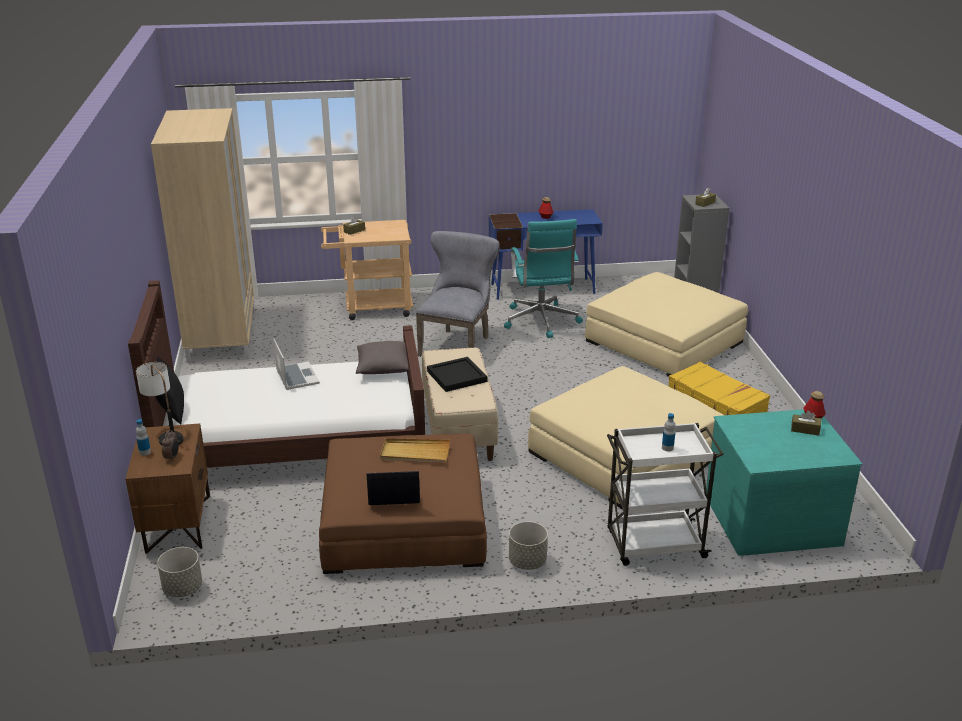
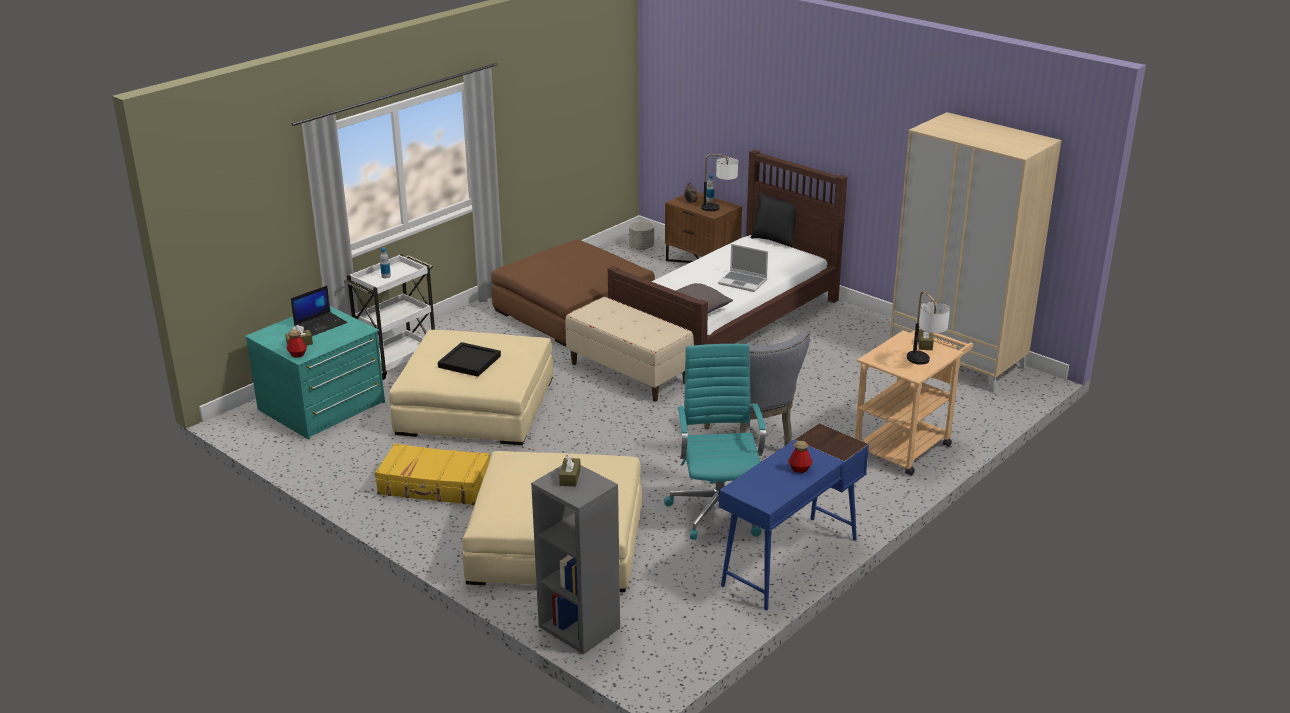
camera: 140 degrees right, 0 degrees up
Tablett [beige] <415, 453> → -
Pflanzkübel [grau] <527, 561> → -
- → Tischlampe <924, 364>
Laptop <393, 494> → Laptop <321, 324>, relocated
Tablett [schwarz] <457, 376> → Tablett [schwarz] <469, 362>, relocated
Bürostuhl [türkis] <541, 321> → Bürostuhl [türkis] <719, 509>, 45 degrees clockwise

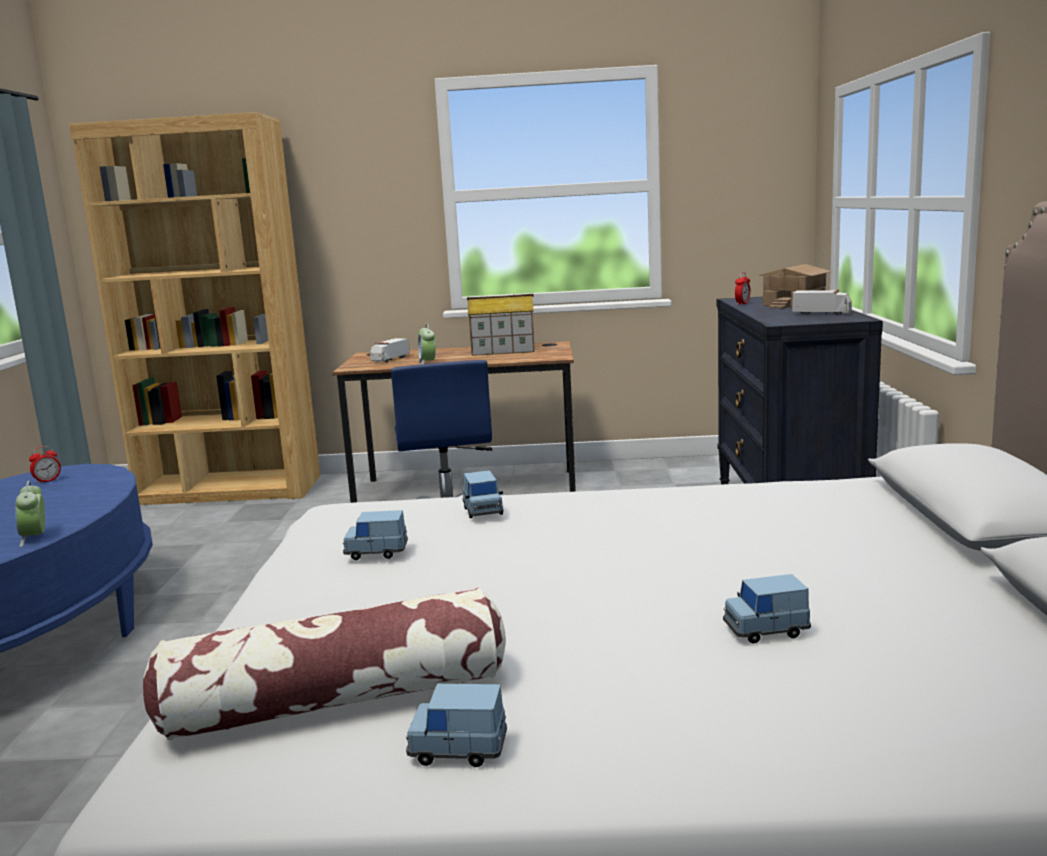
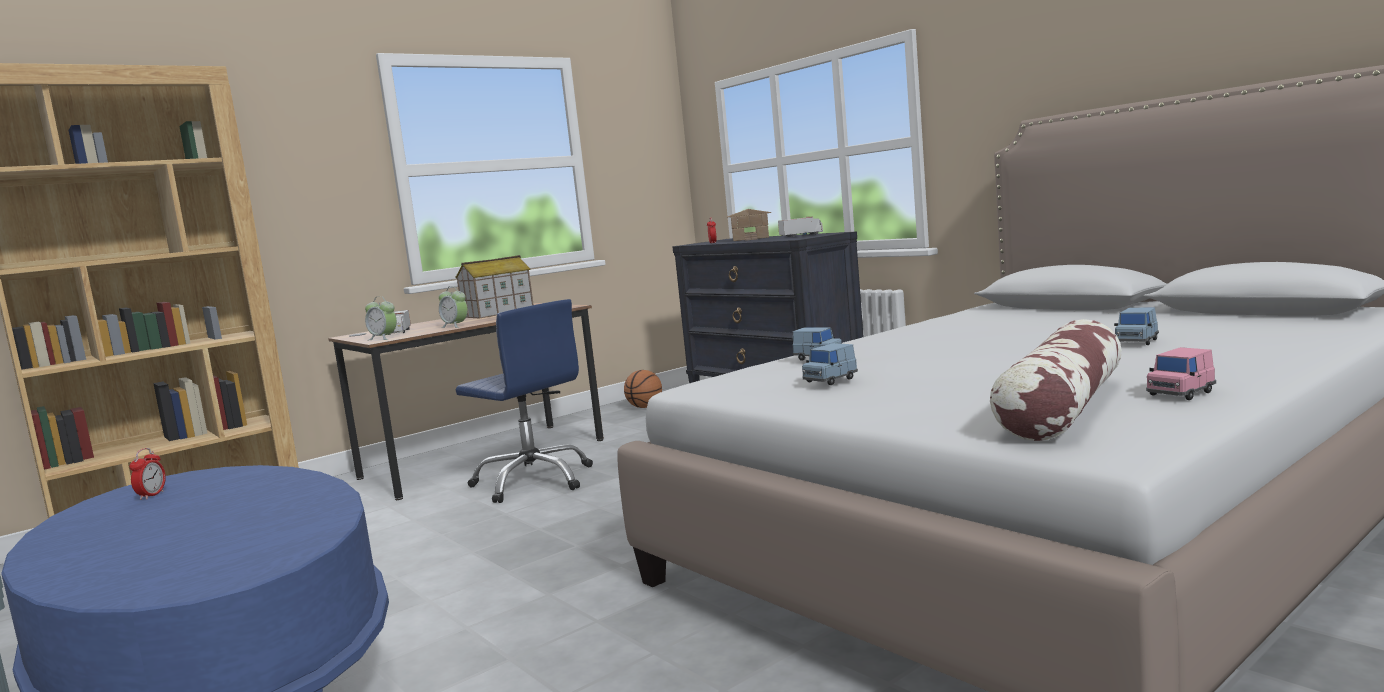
camera: 40 degrees left, 5 degrees down
- → Basketball <645, 407>
Wecker <35, 538> → Wecker <383, 338>, relocated
Spielzeugauto [blau] <458, 749> → Spielzeugauto [rosa] <1180, 394>

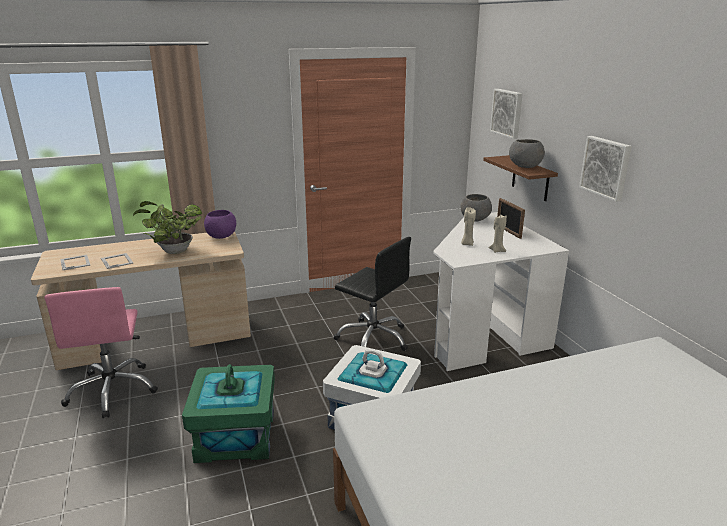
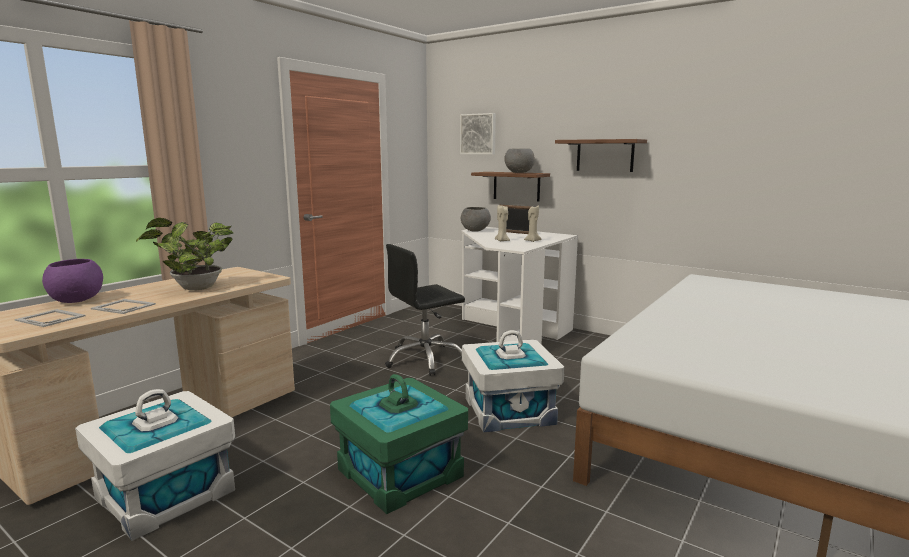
camera: 35 degrees left, 10 degrees down
Schüssel [lila] <221, 237> → Schüssel [lila] <77, 301>, relocated
Bürostuhl [rosa] <113, 390> → Aufbewahrungsbox [weiß] <165, 494>
Bild <606, 167> → Wandregal [braun] <605, 155>
Bürostuhl [schwarz] <373, 338> → Bürostuhl [schwarz] <425, 359>, 150 degrees clockwise

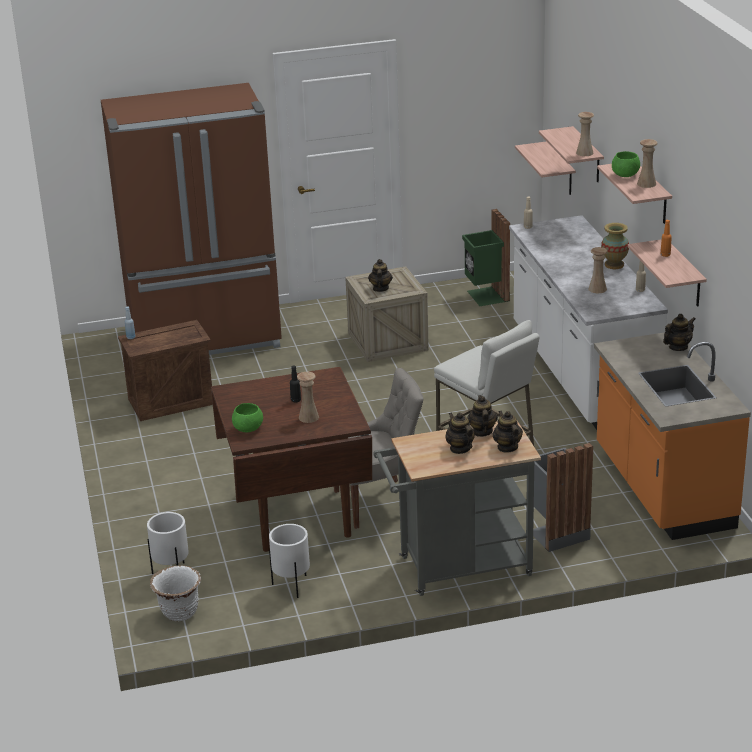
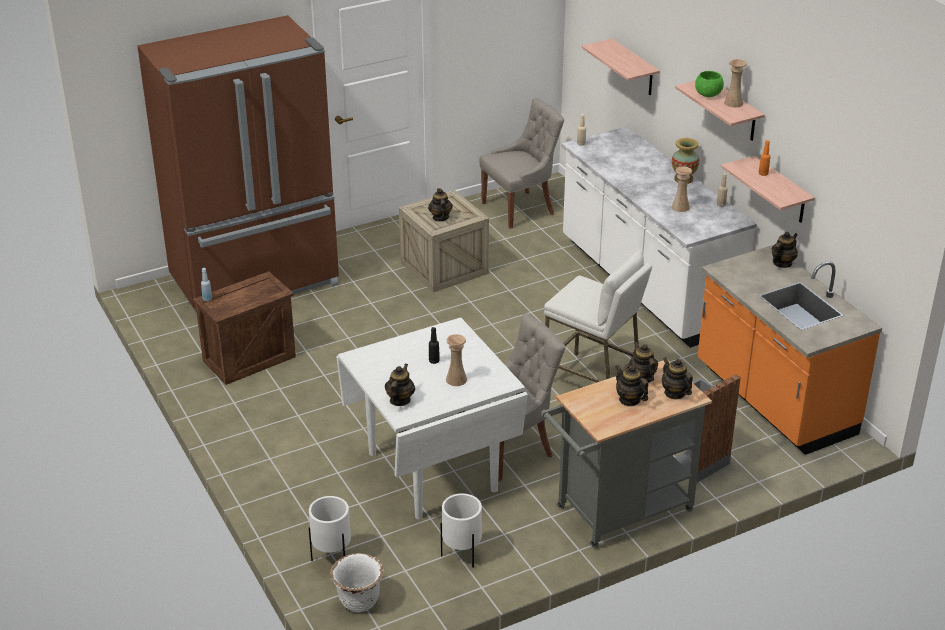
camera: 15 degrees left, 5 degrees up
Wandregal <561, 169> → -
Vase [beige] <584, 153> → -
Schüssel [grün] <248, 429> → Teekanne <399, 400>
Mülleimer [grün] <486, 296> → Stuhl [grau] <520, 208>
Esstisch [braun] <295, 513> → Esstisch [weiß] <431, 472>

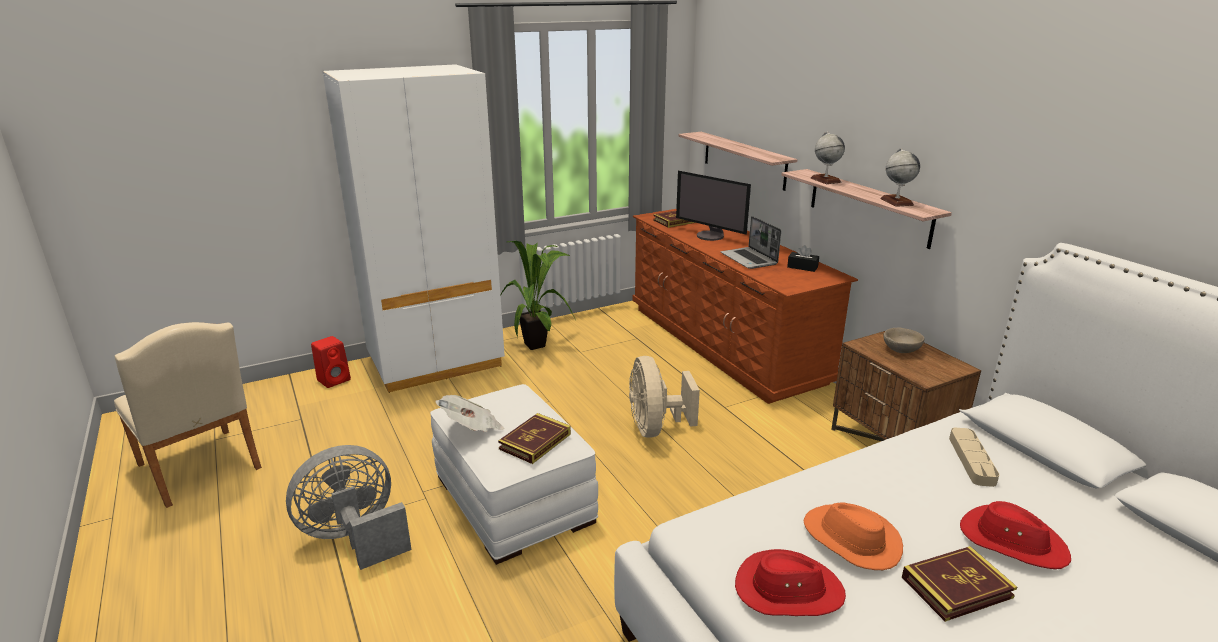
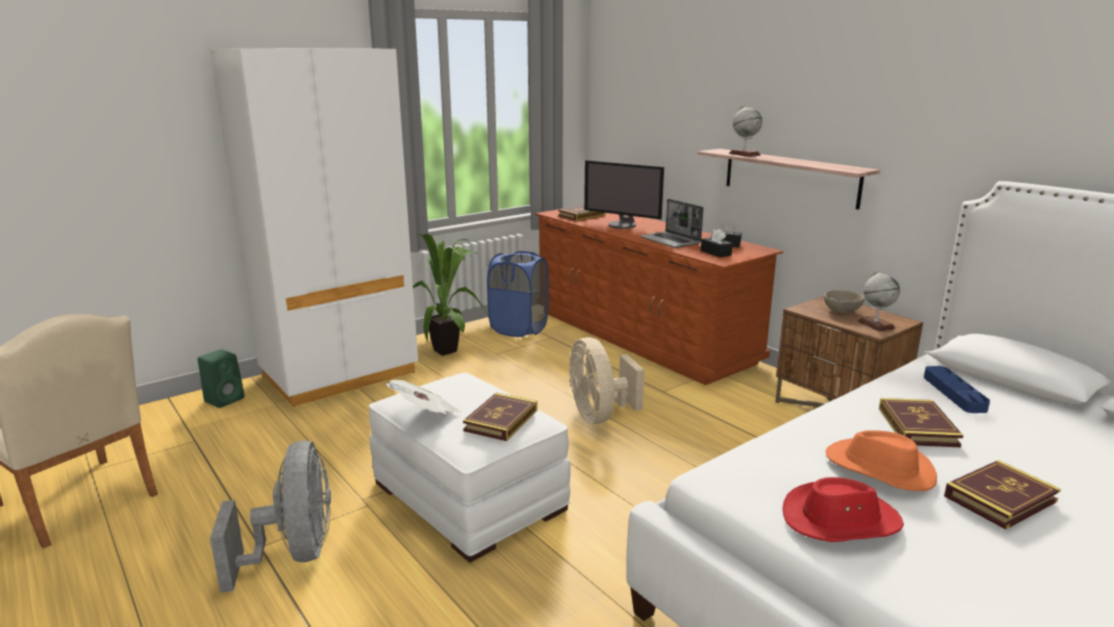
camera: 10 degrees left, 5 degrees down
Wandregal <744, 160> → -
Hut [rot] <1012, 541> → -
- → Wäschekorb [blau] <519, 329>
- → Taschentuchbox [schwarz] <715, 253>
- → Buch <917, 427>
Globus <896, 202> → Globus <875, 325>, relocated
Lautsprecher [rot] <334, 379> → Lautsprecher [grün] <225, 399>
Tablett [beige] <971, 460> → Tablett [blau] <954, 393>
Ventilator [grau] <355, 538> → Ventilator [grau] <294, 554>, 120 degrees clockwise

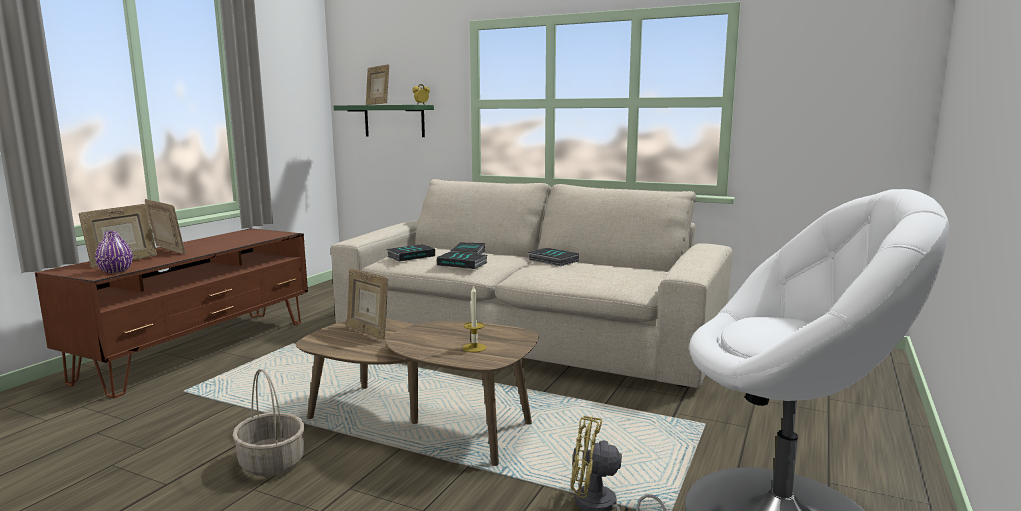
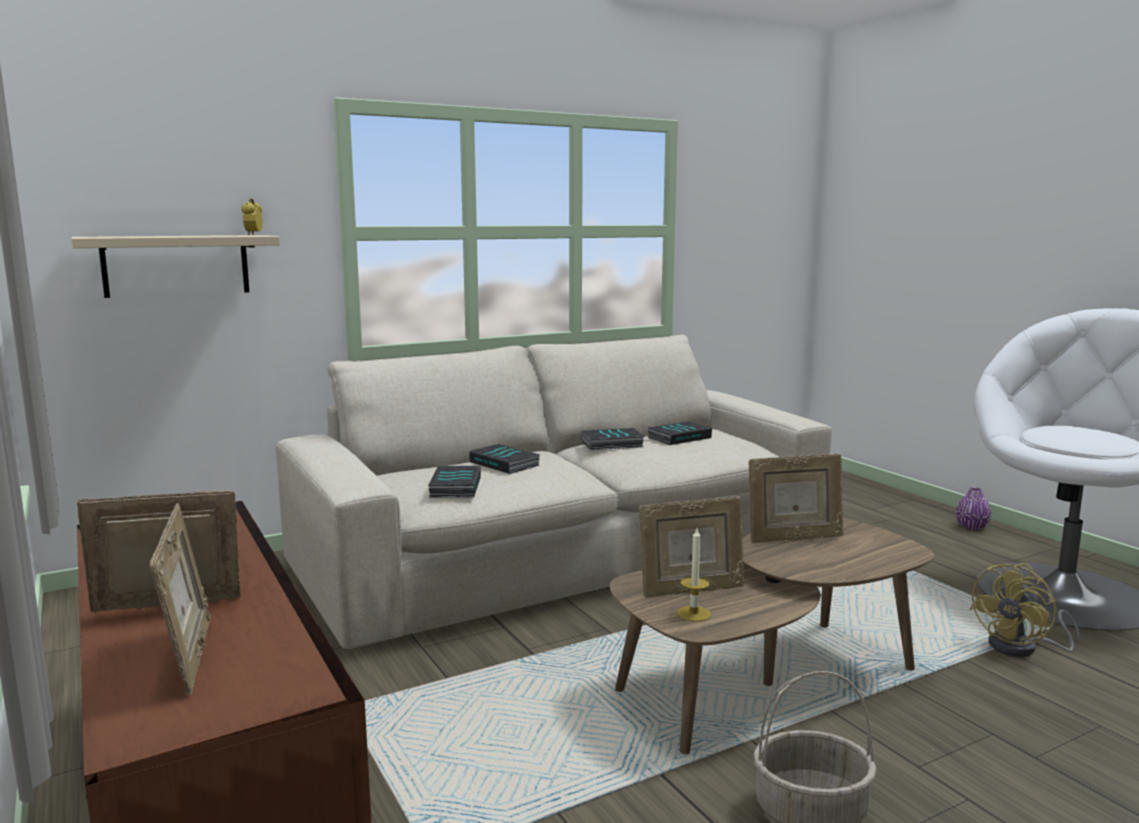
camera: 55 degrees left, 0 degrees up
Vase [lila] <116, 271> → Vase [lila] <972, 527>, relocated
Bilderrahmen <378, 105> → Bilderrahmen <794, 538>, relocated
Buch <463, 264> → Buch <679, 437>, relocated
Kerze <474, 348> → Kerze <694, 613>, relocated
Wandregal [grün] <394, 121> → Wandregal [beige] <176, 265>

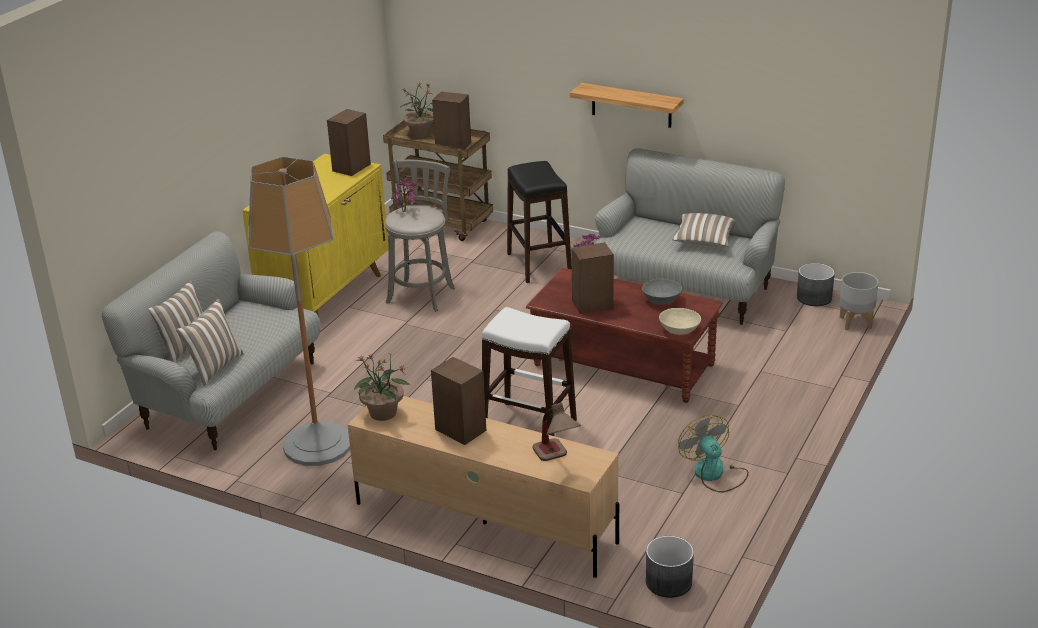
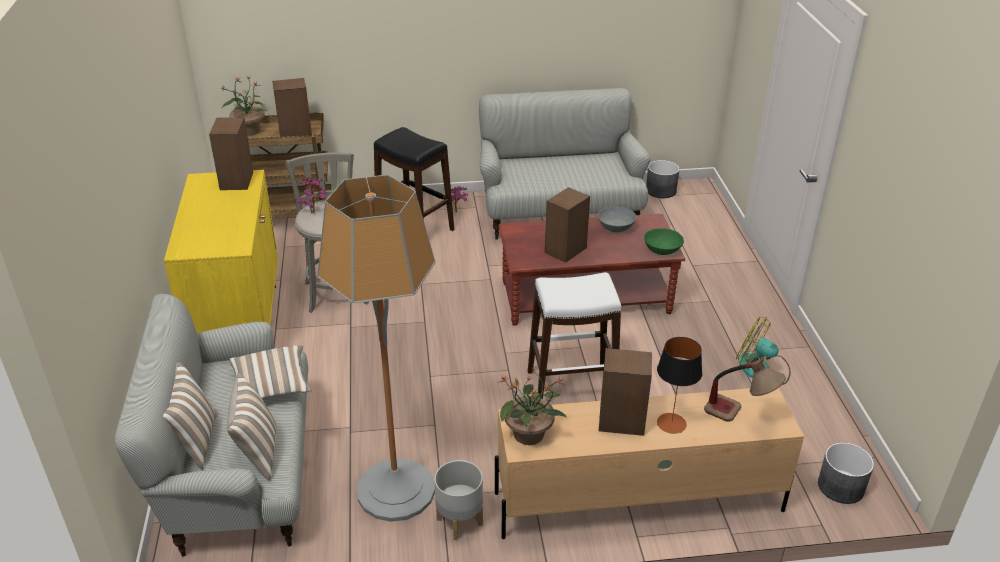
camera: 35 degrees left, 5 degrees up
Wandregal <631, 105> → -
- → Tischlampe <671, 423>
Kissen <704, 241> → Kissen <272, 386>, relocated
Pflanzkübel [grau] <855, 322> → Pflanzkübel [grau] <460, 521>, relocated
Schüssel [beige] <679, 330> → Schüssel [grün] <662, 250>

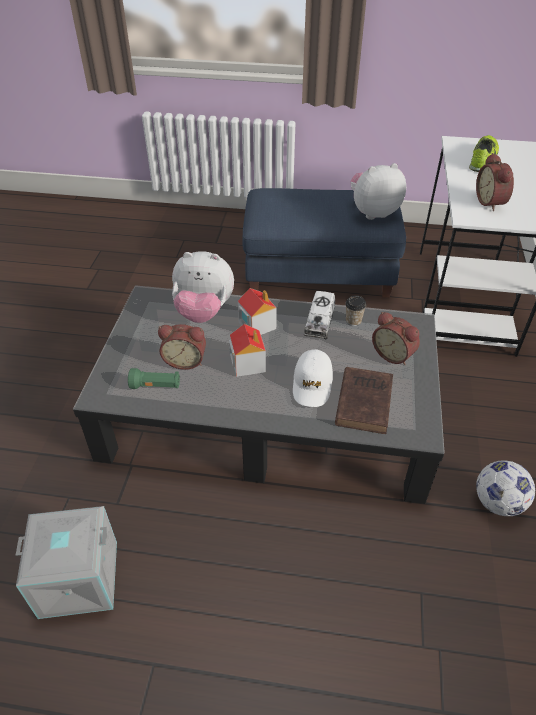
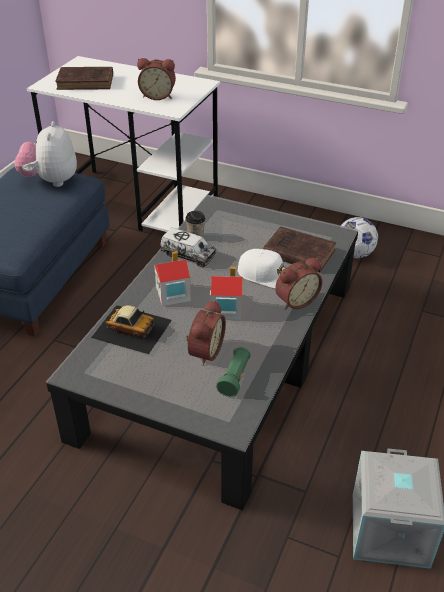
camera: 75 degrees left, 5 degrees down
Wecker <394, 354> → Wecker <295, 300>, relocated
Plüschtier <204, 312> → Spielzeugauto <131, 328>
Schuh <482, 159> → Buch [braun] <87, 82>

